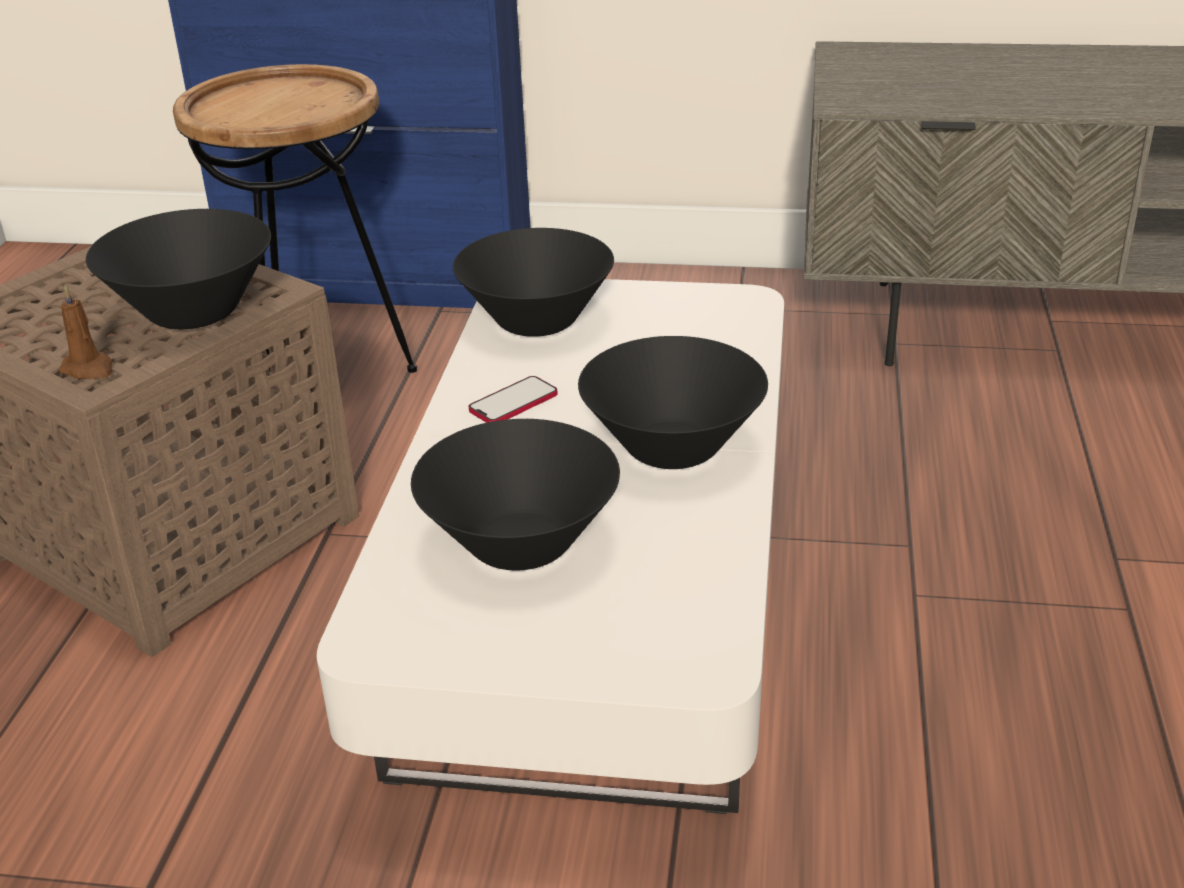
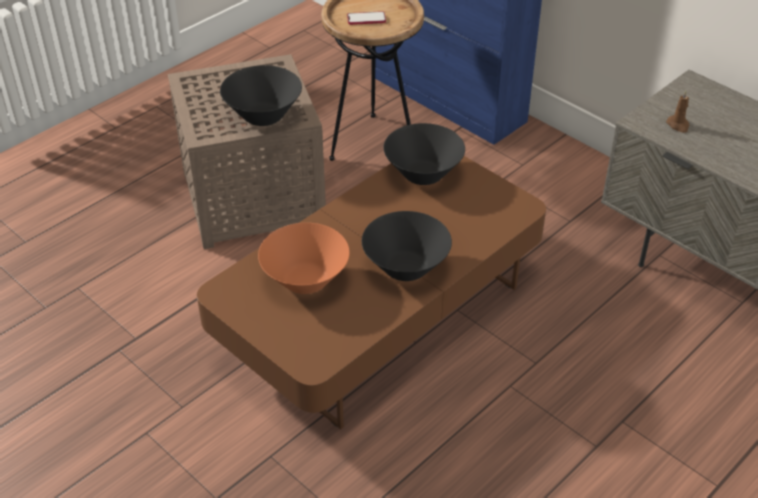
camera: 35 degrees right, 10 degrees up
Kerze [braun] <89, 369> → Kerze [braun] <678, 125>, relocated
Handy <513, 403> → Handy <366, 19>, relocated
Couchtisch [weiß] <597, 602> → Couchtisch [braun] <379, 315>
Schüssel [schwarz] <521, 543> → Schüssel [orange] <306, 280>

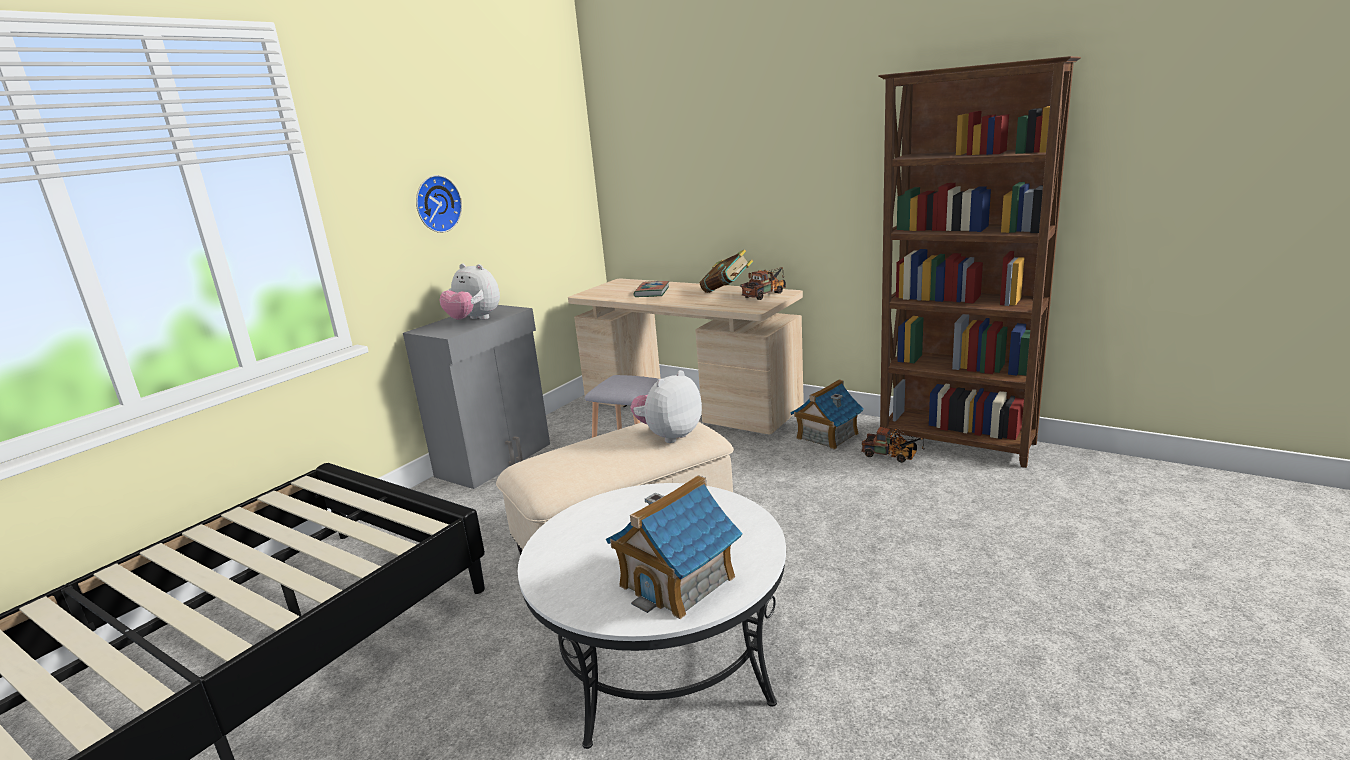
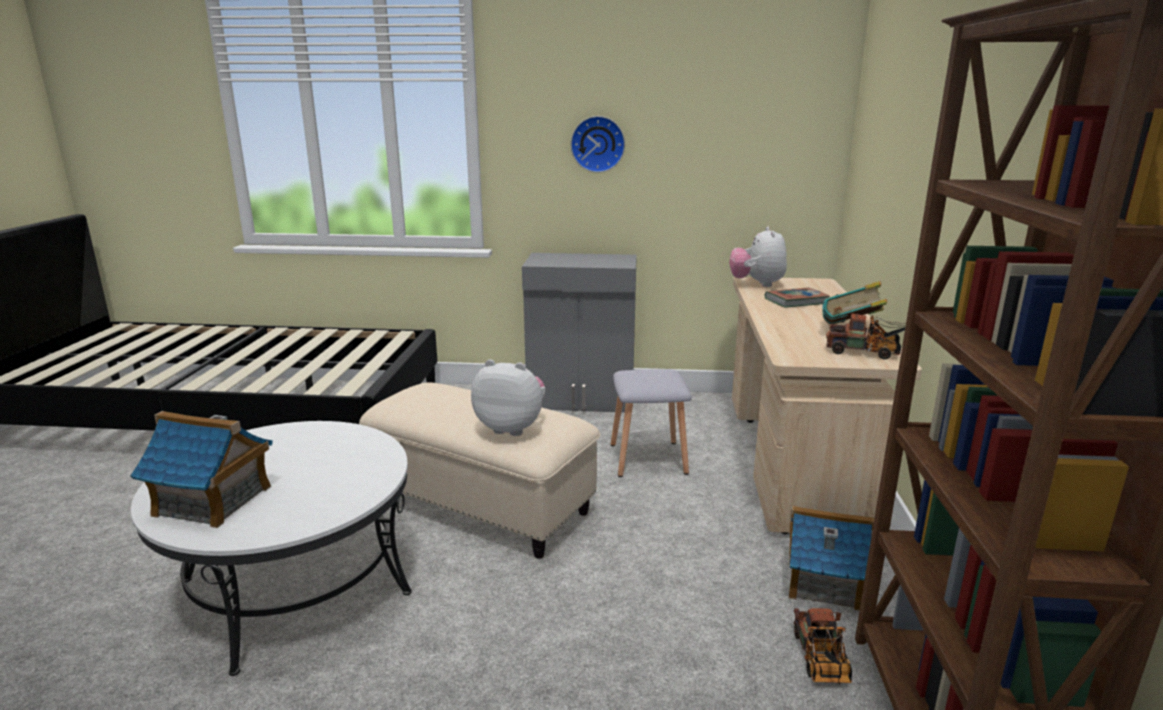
camera: 60 degrees right, 0 degrees up
Plüschtier <474, 320> → Plüschtier <757, 284>, relocated

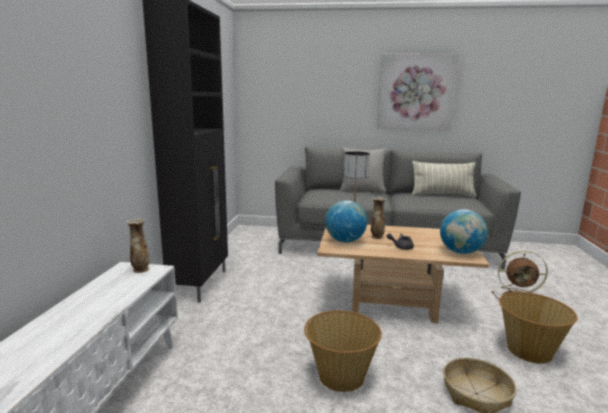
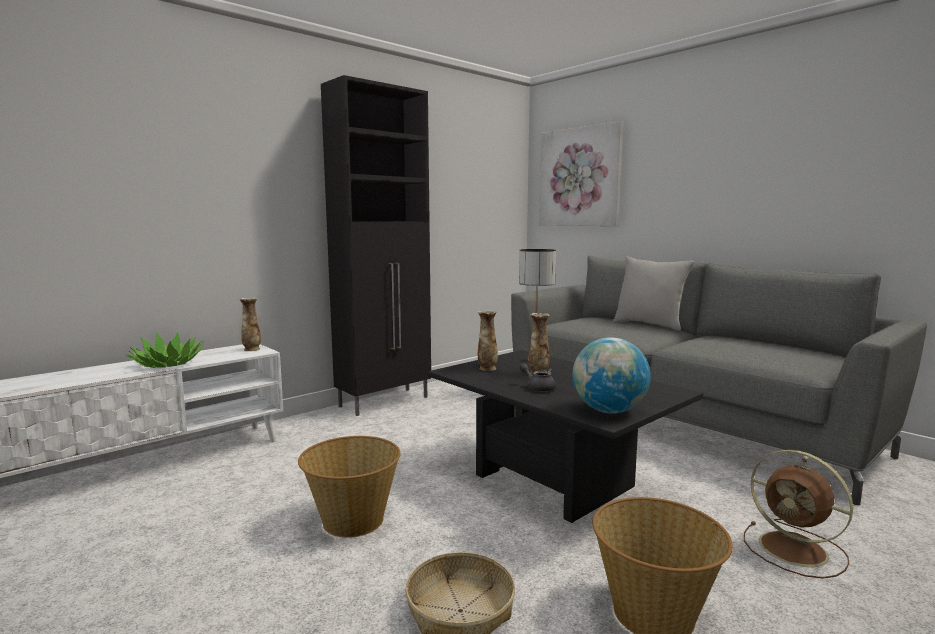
camera: 40 degrees right, 5 degrees down
Kissen <442, 195> → -
- → Topfpflanze <167, 364>
Bild <416, 92> → Bild <579, 177>, relocated
Globus <345, 241> → Vase <487, 368>
Couchtisch [beige] <392, 303> → Couchtisch [schwarz] <553, 480>

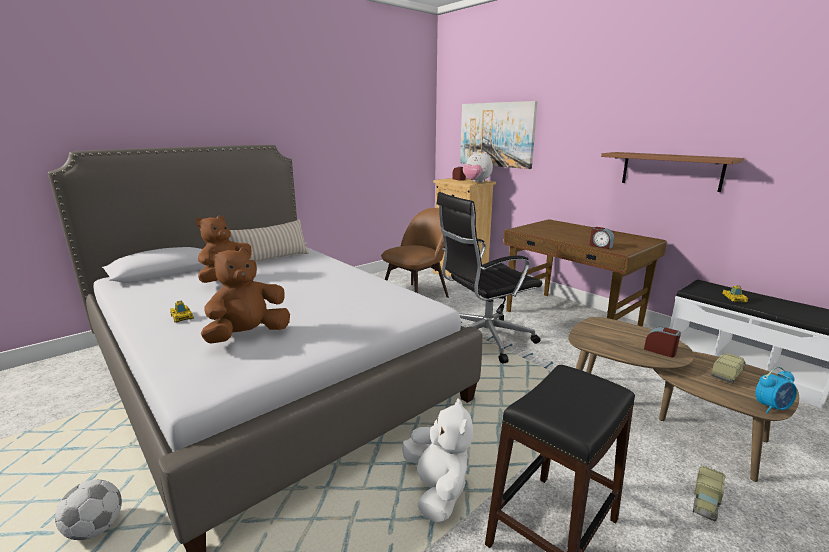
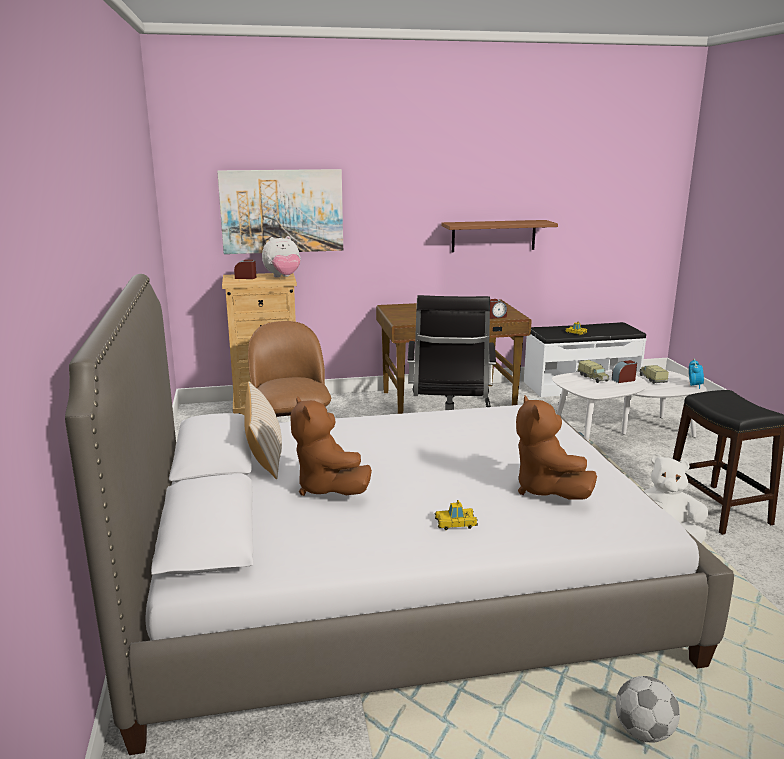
camera: 60 degrees left, 0 degrees up
Spielzeuglaster <706, 502> → Spielzeuglaster <593, 378>, relocated
Couchtisch [braun] <658, 419> → Couchtisch [weiß] <622, 434>

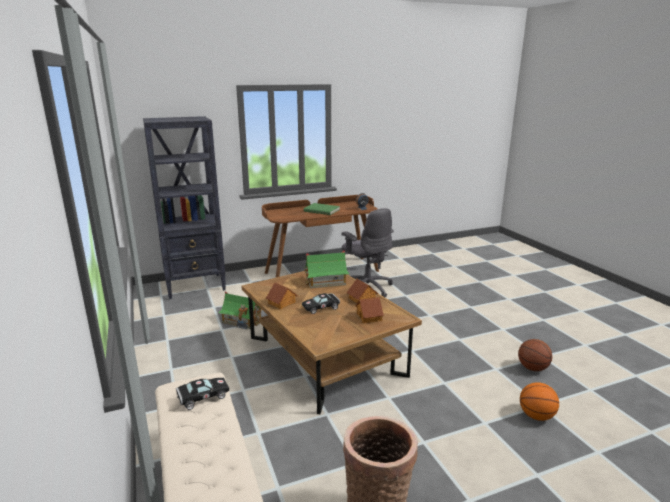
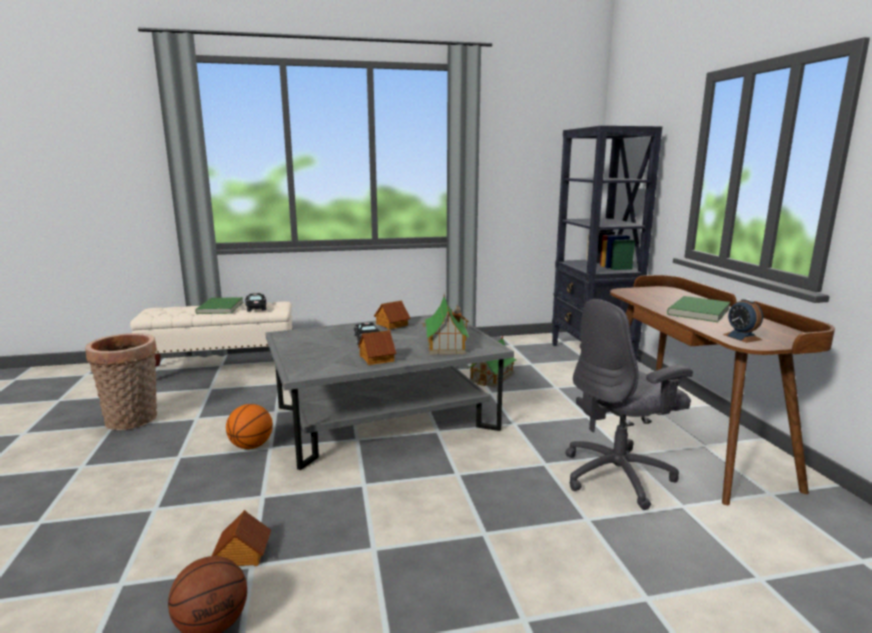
camera: 100 degrees right, 5 degrees down
- → Buch [grün] <221, 308>
Spielzeughaus <369, 317> → Spielzeughaus <242, 555>, relocated
Basketball <536, 416> → Basketball <251, 446>, relocated
Couchtisch [braun] <325, 356> → Couchtisch [grau] <385, 418>

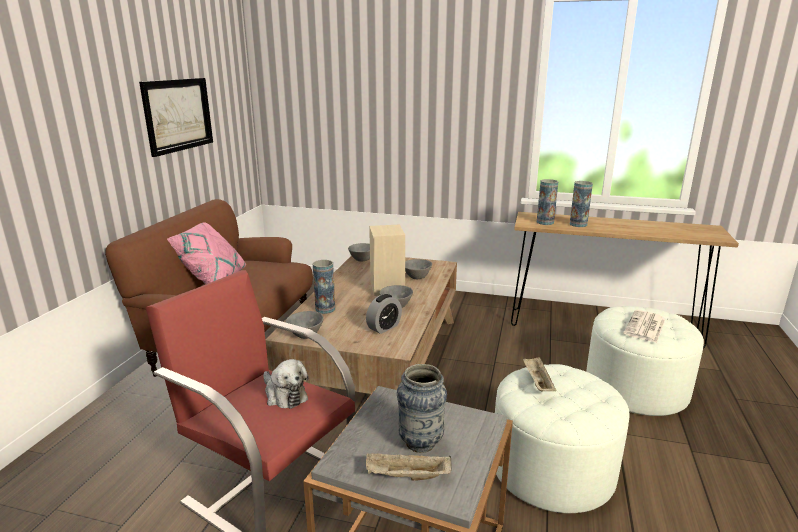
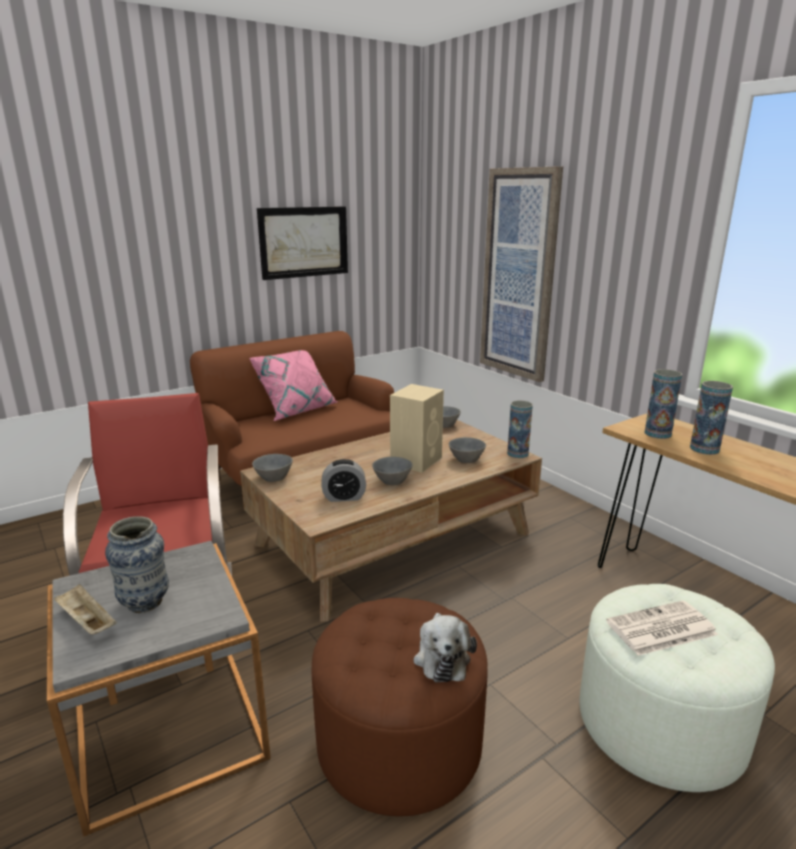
camera: 40 degrees right, 0 degrees up
Tablett [beige] <537, 382> → -
- → Bild <519, 275>
Plüschtier <284, 395> → Plüschtier <442, 657>, relocated
Vase <325, 309> → Vase <517, 453>, relocated
Polsterhocker [weiß] <552, 469> → Polsterhocker [braun] <399, 742>

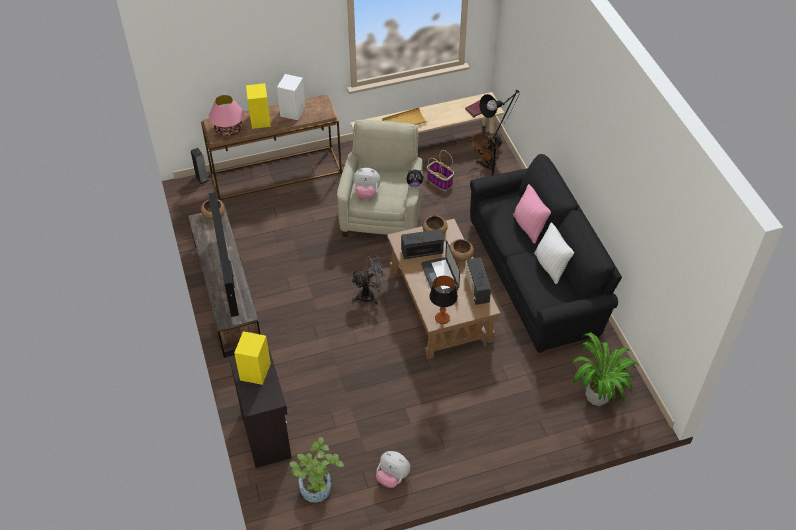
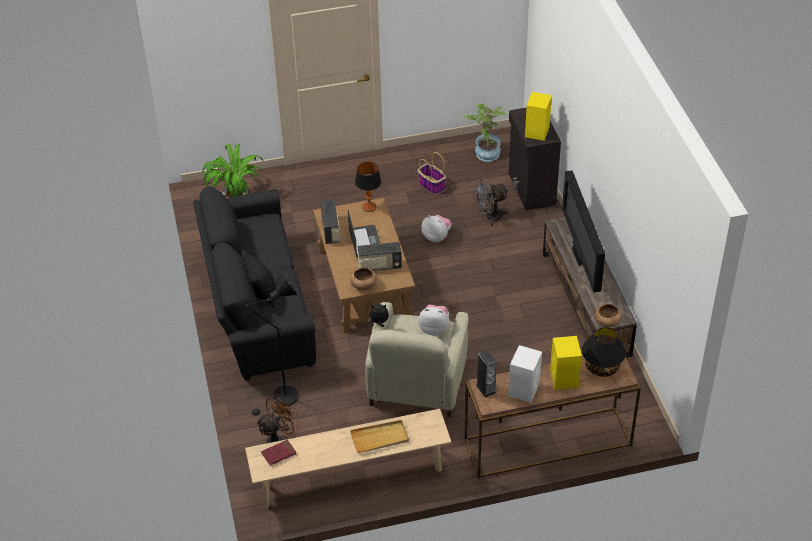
camera: 175 degrees left, 5 degrees down
Schüssel [braun] <461, 256> → -
Kissen [weiß] <550, 266> → -
Lautsprecher <202, 178> → Lautsprecher <485, 388>, relocated
Ventilator [grau] <370, 295> → Ventilator [grau] <489, 217>, relocated
Plüschtier <392, 477> → Plüschtier <436, 237>, relocated
Korb <440, 181> → Korb <431, 185>, relocated
Tischlampe [rosa] <229, 130> → Tischlampe [schwarz] <601, 367>
Kissen [rosa] <528, 227> → Kissen [schwarz] <260, 293>

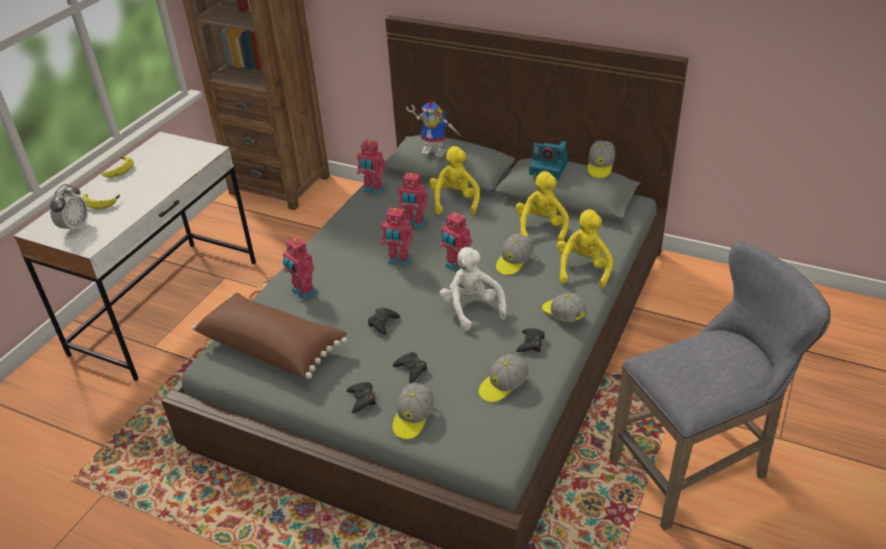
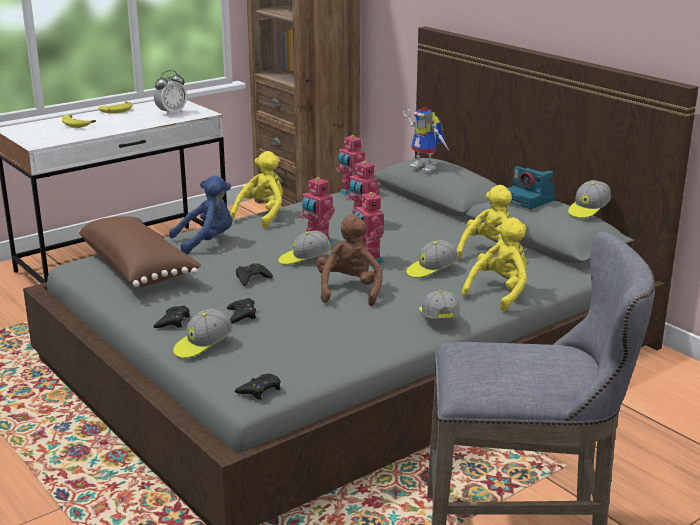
camera: 25 degrees right, 15 degrees down
Wecker <75, 227> → Wecker <171, 113>, relocated
Plüschtier [gelb] <455, 201> → Plüschtier [gelb] <262, 215>, relocated
Kappe <503, 386> → Kappe <304, 259>, relocated
Gamepad [schwarz] <530, 343> → Gamepad [schwarz] <260, 390>, relocated
Spielzeugroboter <303, 292> → Plüschtier [blau] <206, 242>
Plüschtier [weiß] <471, 308> → Plüschtier [braun] <349, 290>

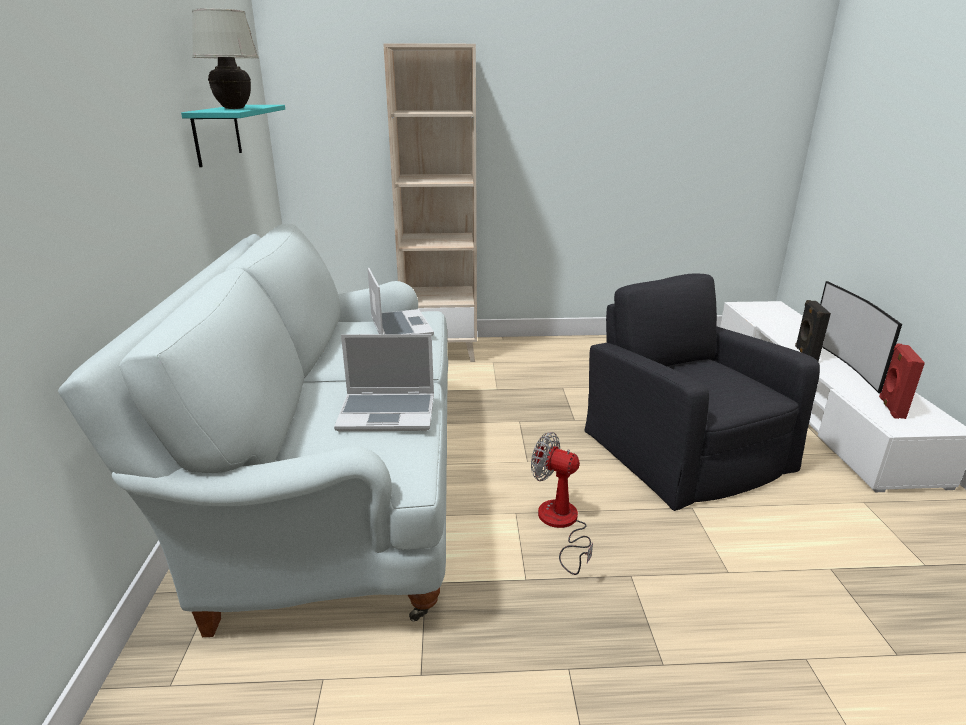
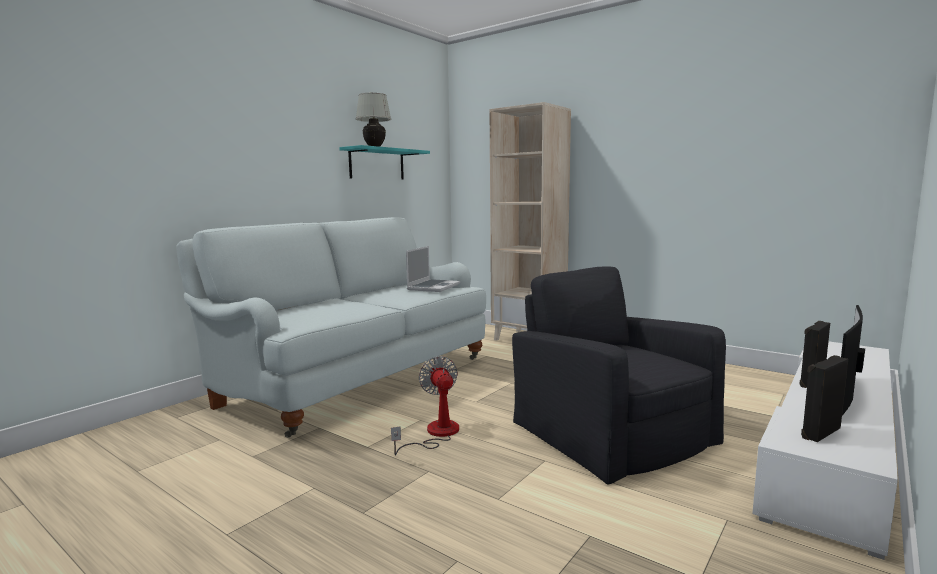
camera: 40 degrees right, 15 degrees down
Laptop <388, 413> → -
Lautsprecher [rot] <890, 408> → Lautsprecher [schwarz] <819, 432>
Sessel [schwarz] <683, 448> → Sessel [schwarz] <610, 431>, 45 degrees counterclockwise

